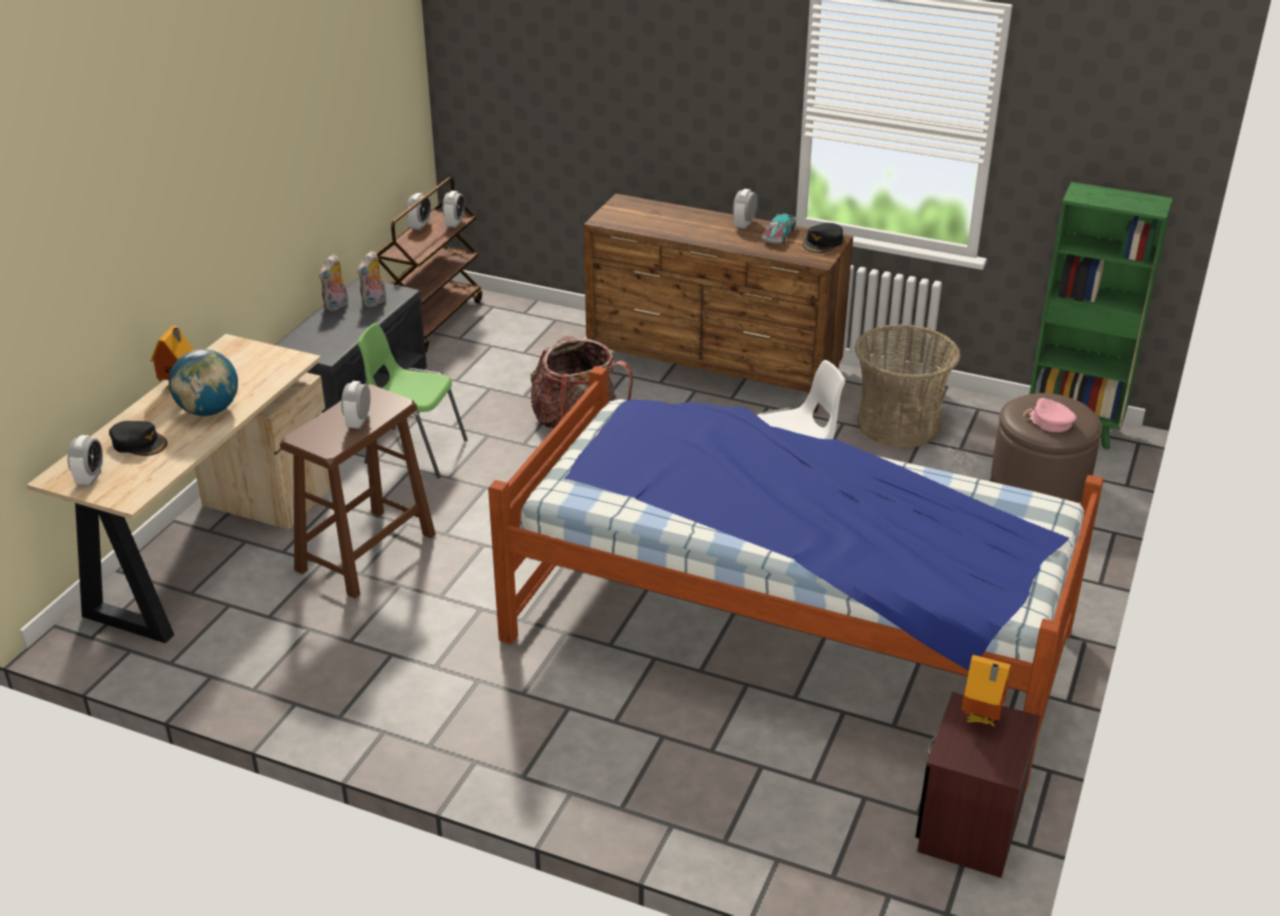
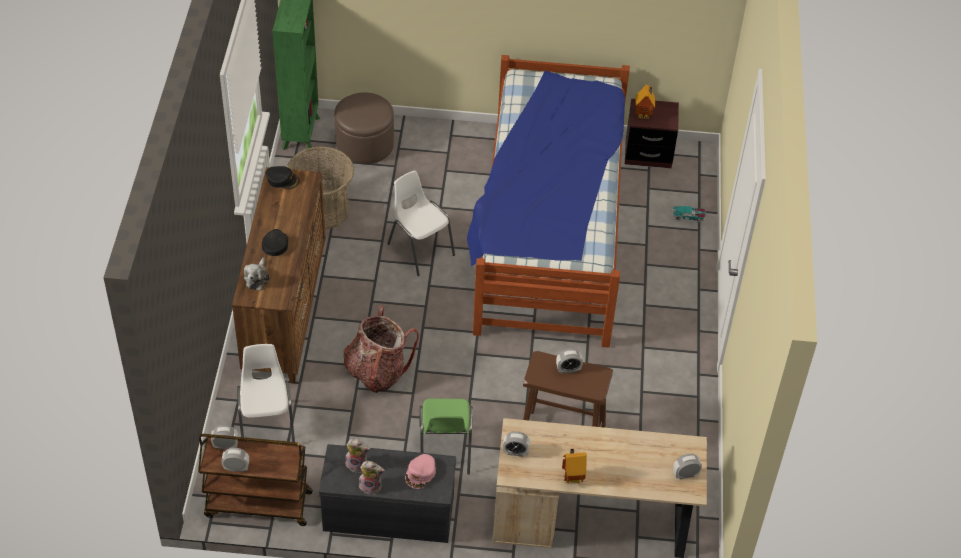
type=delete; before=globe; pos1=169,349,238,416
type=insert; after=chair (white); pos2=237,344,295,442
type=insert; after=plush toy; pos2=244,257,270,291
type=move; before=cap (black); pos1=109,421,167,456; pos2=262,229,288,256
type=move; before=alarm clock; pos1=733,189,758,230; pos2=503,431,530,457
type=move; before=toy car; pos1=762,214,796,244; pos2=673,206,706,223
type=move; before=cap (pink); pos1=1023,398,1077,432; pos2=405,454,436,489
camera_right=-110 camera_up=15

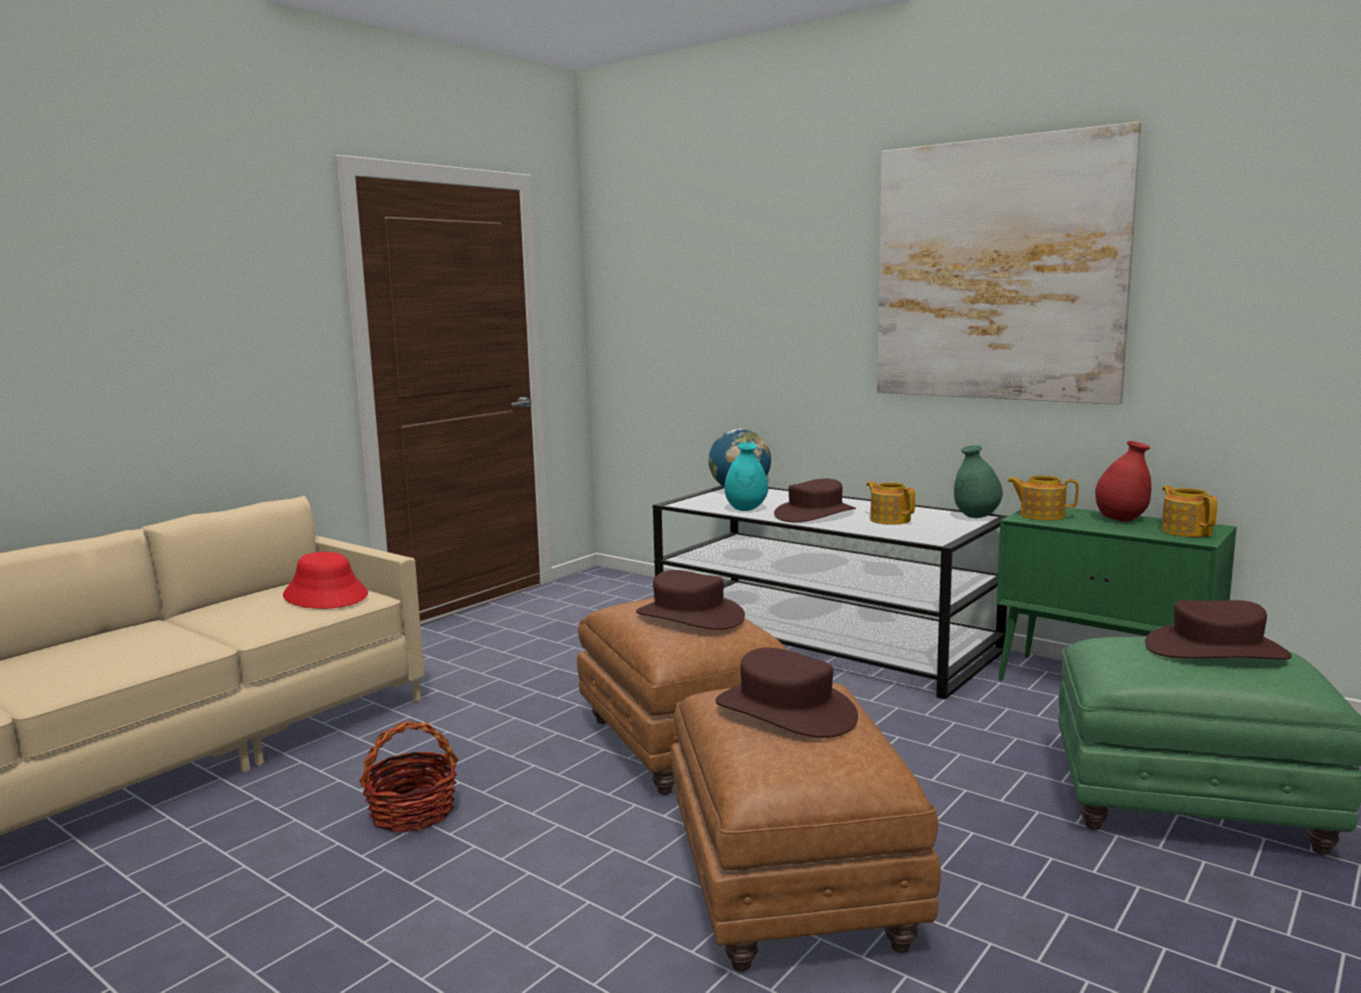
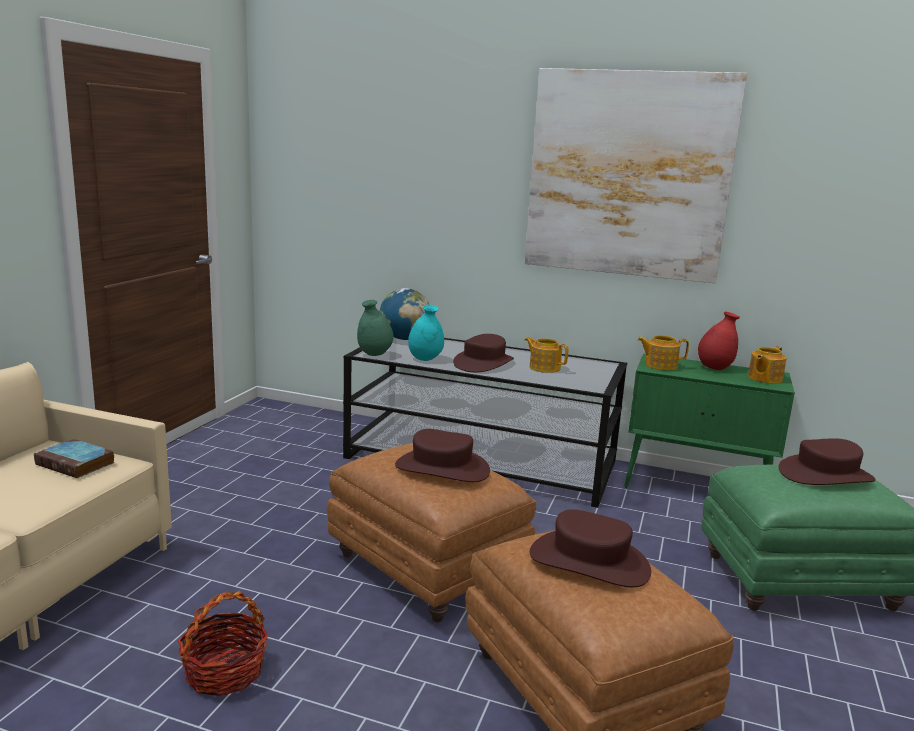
type=move; before=vase (green); pos1=954,445,1003,518; pos2=357,300,394,356
type=replace; before=hat (red); after=book; pos1=283,552,368,609; pos2=34,439,115,478
type=rotate; before=teapot; pos1=1161,486,1218,537; pos2=748,346,787,384; turn=-105
camera_right=-20 camera_up=5

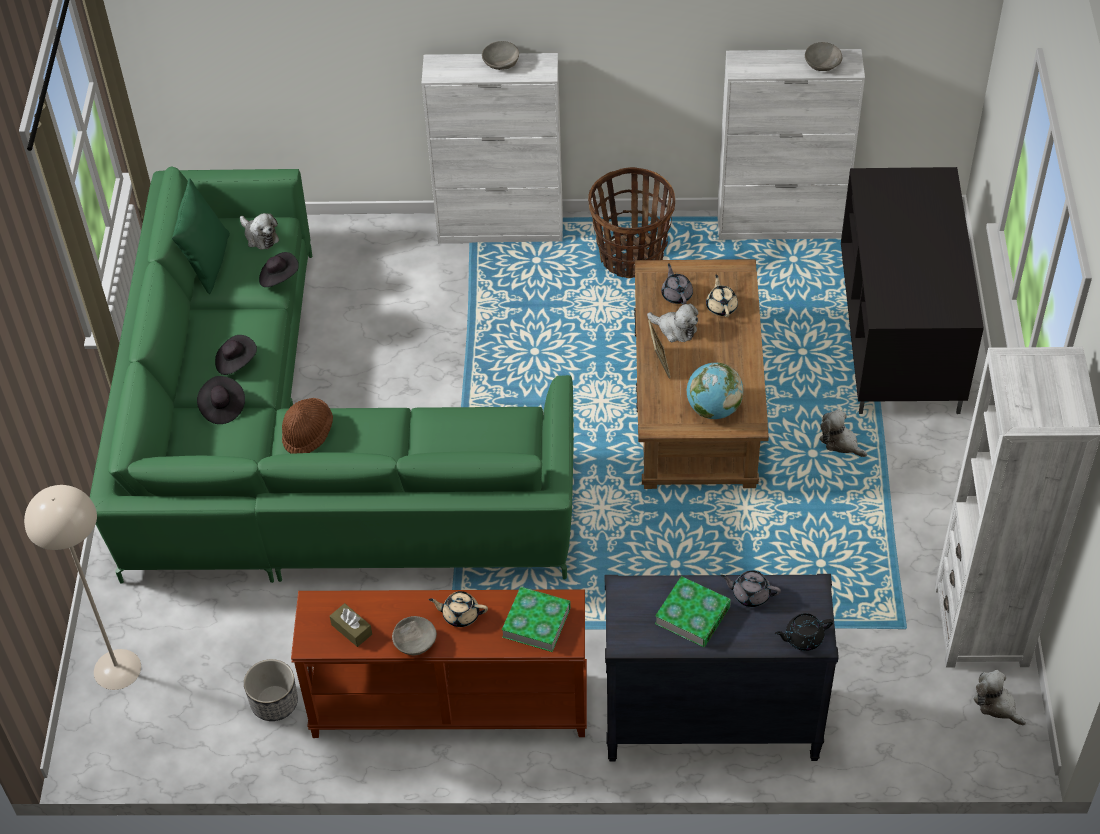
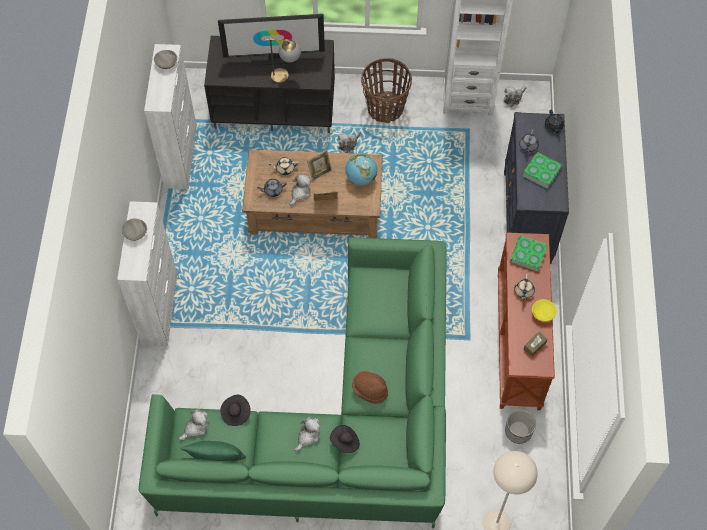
type=insert; after=television; pos2=218,14,325,66
type=insert; after=table lamp; pos2=265,38,301,84
type=insert; after=picture frame; pos2=307,150,332,181
type=move; before=basket; pos1=588,167,675,278; pos2=361,58,412,123
type=replace; before=hat (black); after=plush toy; pos1=215,335,257,375; pos2=295,417,321,451
type=recolor; before=bowl (grey); after=bowl (yellow); pos1=392,616,437,655; pos2=532,299,557,322
camera_right=-90 camera_up=10

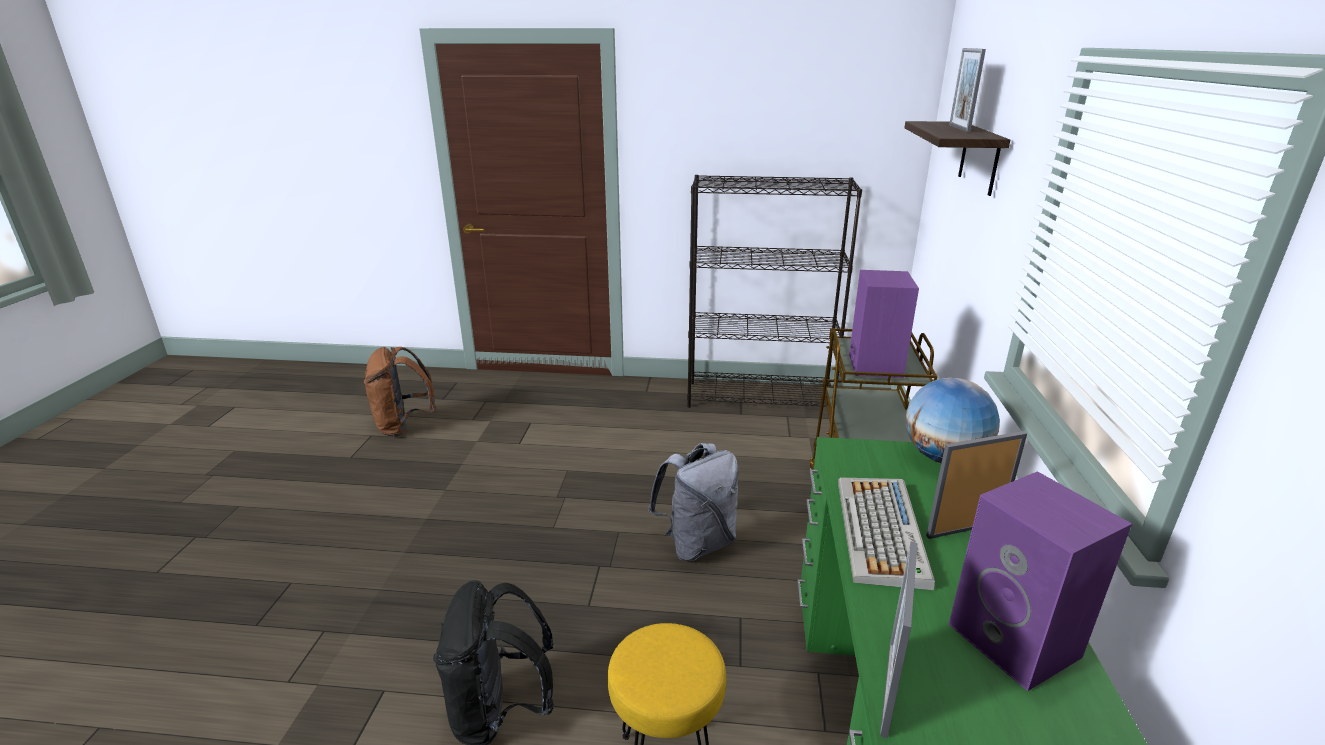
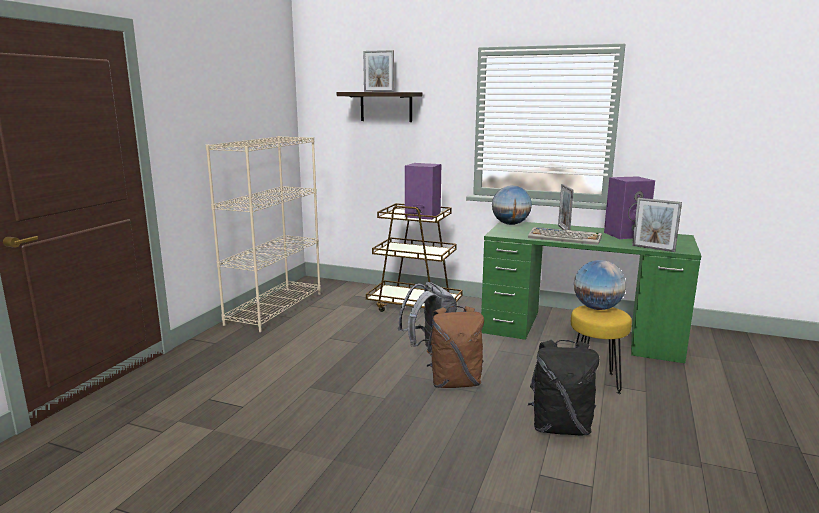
type=insert; after=globe; pos2=574,260,626,310
type=move; before=backpack (brown); pos1=364,347,436,437; pos2=427,306,484,388
type=recolor; before=bookcase (black); after=bookcase (beige); pos1=687,175,862,407; pos2=206,136,321,332
camera_right=-75 camera_up=-10

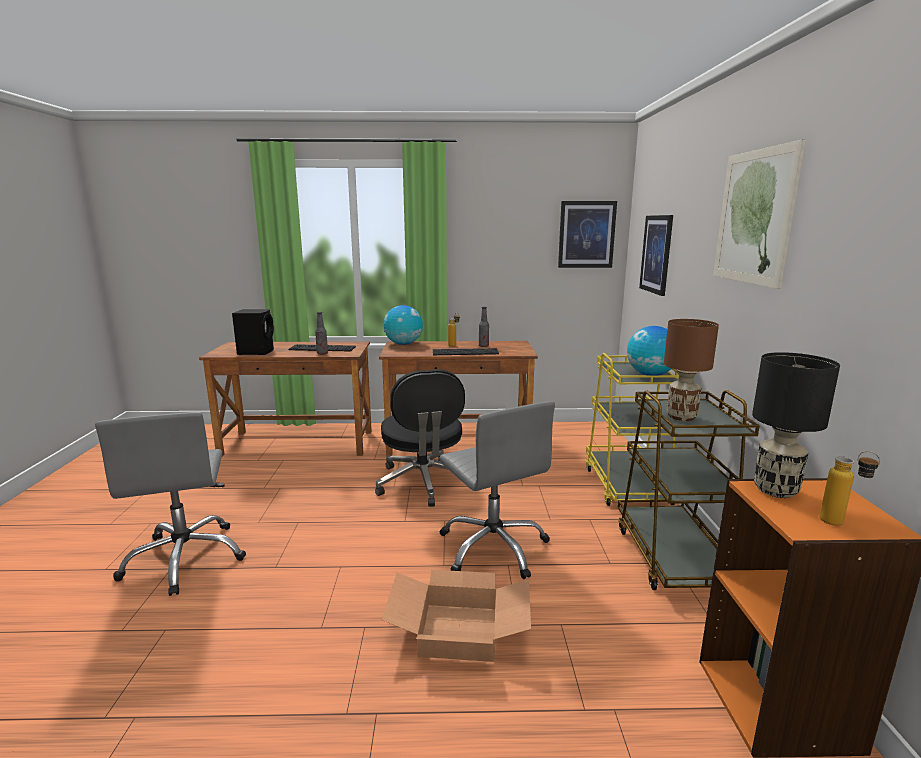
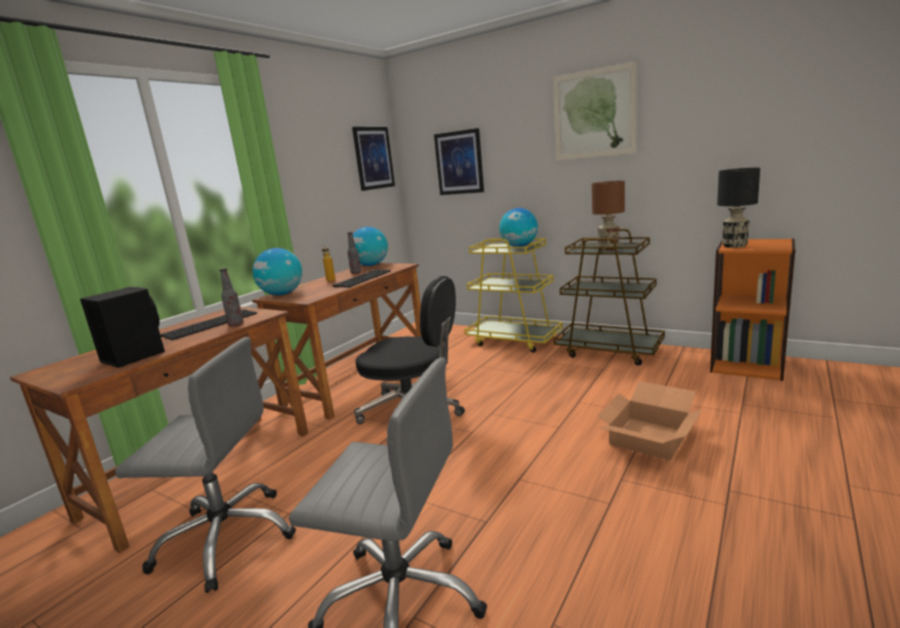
type=delete; before=bottle; pos1=820,451,880,526
type=insert; after=globe; pos2=353,227,388,266
type=move; before=office chair (grey); pos1=440,401,555,579; pos2=115,337,296,593
camera_right=-55 camera_up=0

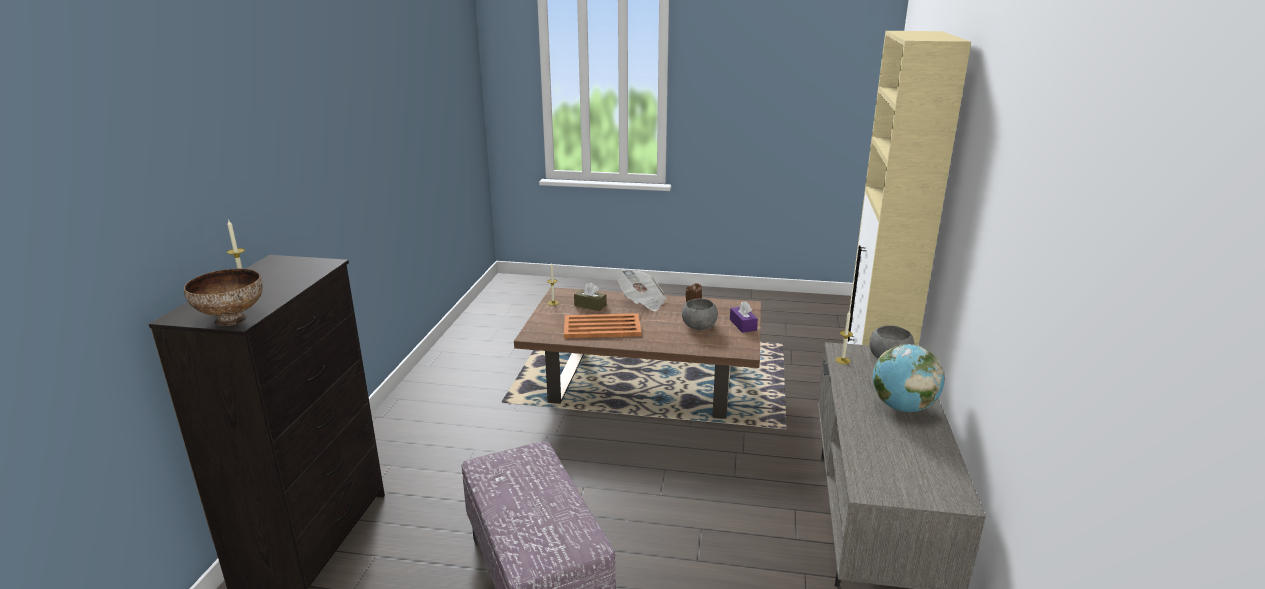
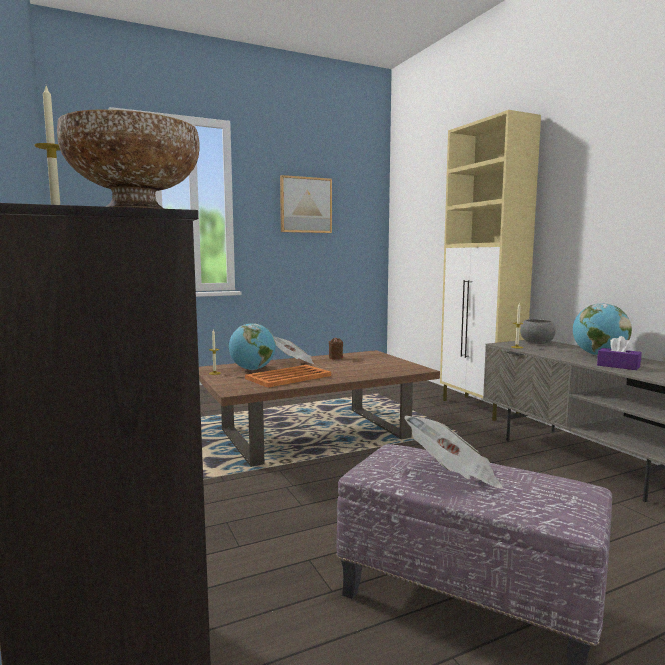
type=delete; before=bowl (grey); pos1=682,299,718,330
type=insert; after=picture; pos2=280,175,332,233
type=insert; after=newspaper; pos2=404,415,503,489
type=move; before=tissue box (purple); pos1=730,301,758,333; pos2=597,336,642,370
type=replace; before=tissue box (brown); after=globe; pos1=574,282,607,311; pos2=229,323,276,370
camera_right=-35 camera_up=-15

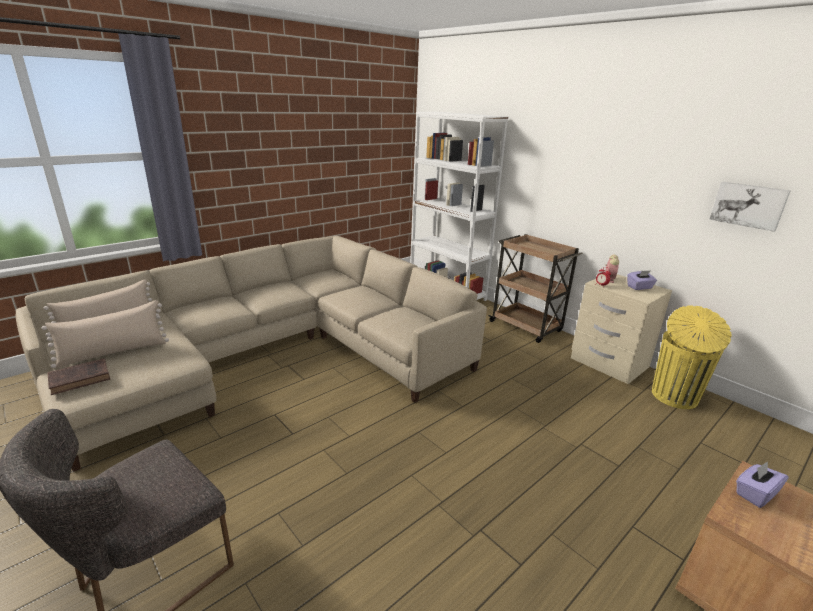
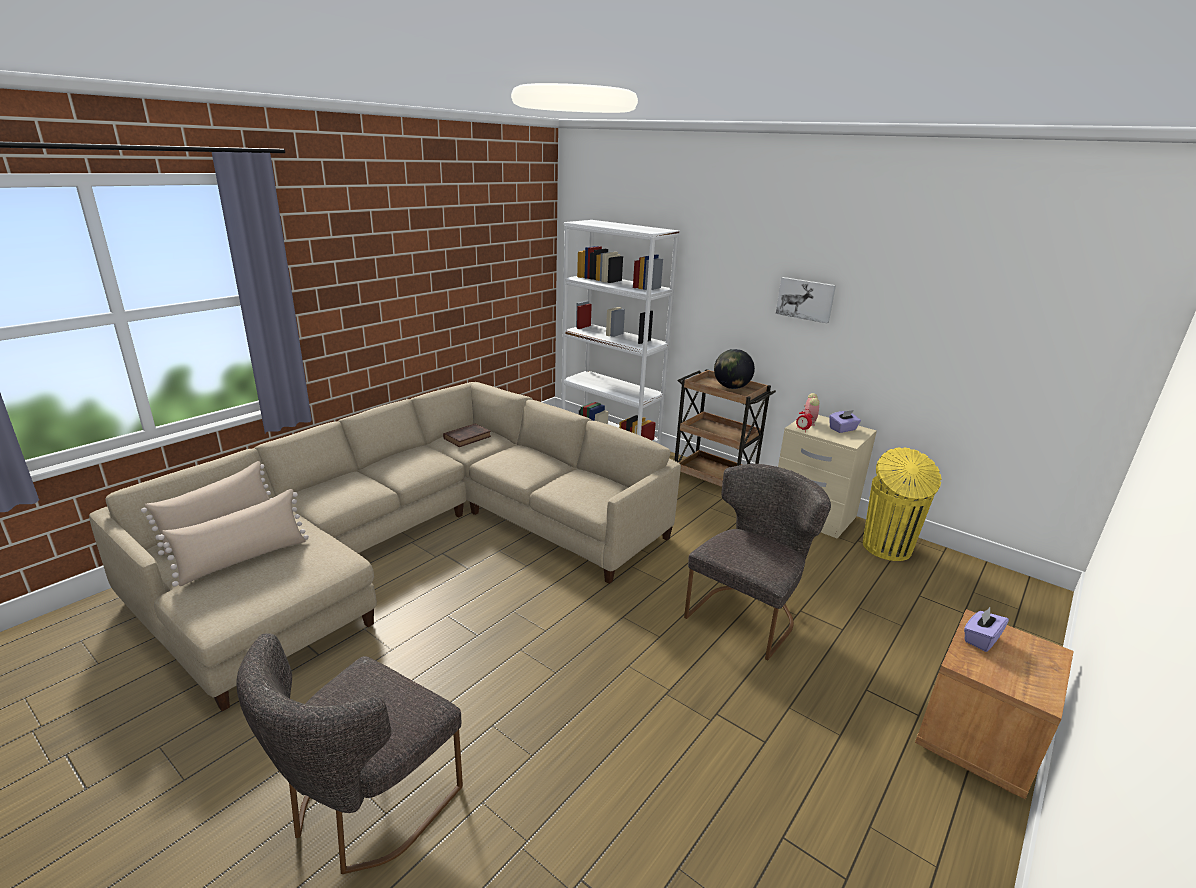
type=insert; after=chair (grey); pos2=684,464,831,660
type=insert; after=globe; pos2=714,349,755,389
type=move; before=book (brown); pos1=47,358,110,395; pos2=443,423,491,447
type=move; before=picture; pos1=709,182,790,232; pos2=776,277,836,323
camera_right=-10 camera_up=0

